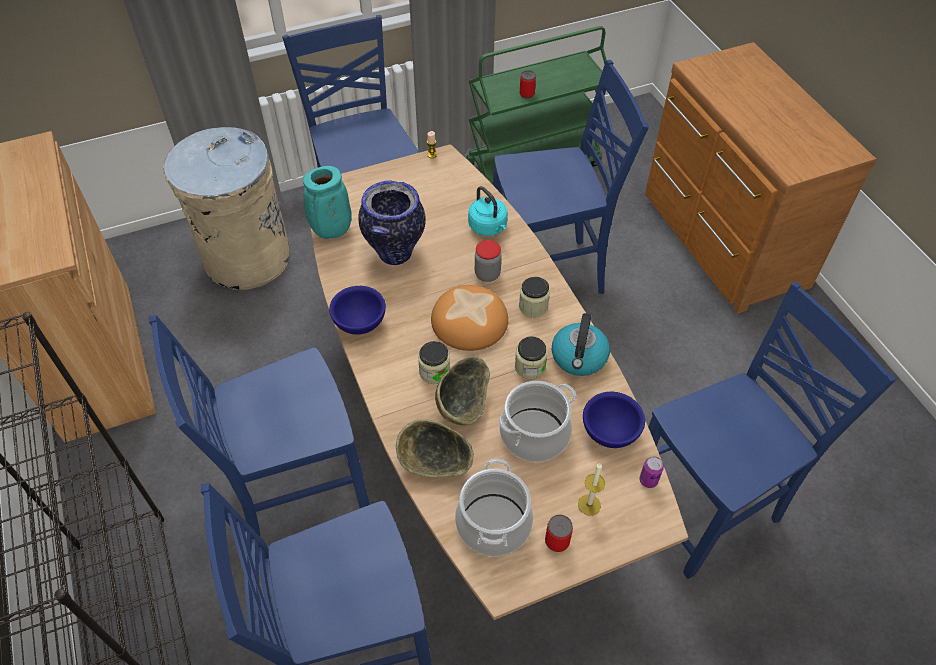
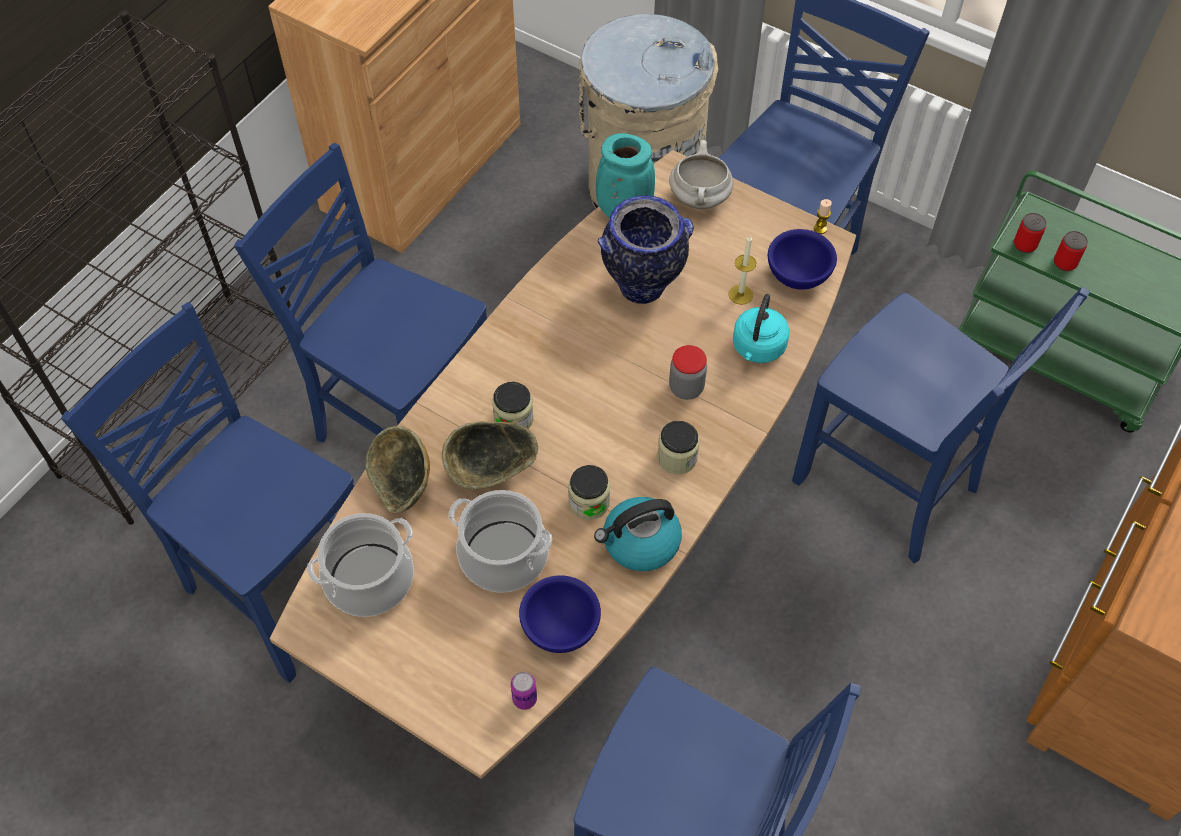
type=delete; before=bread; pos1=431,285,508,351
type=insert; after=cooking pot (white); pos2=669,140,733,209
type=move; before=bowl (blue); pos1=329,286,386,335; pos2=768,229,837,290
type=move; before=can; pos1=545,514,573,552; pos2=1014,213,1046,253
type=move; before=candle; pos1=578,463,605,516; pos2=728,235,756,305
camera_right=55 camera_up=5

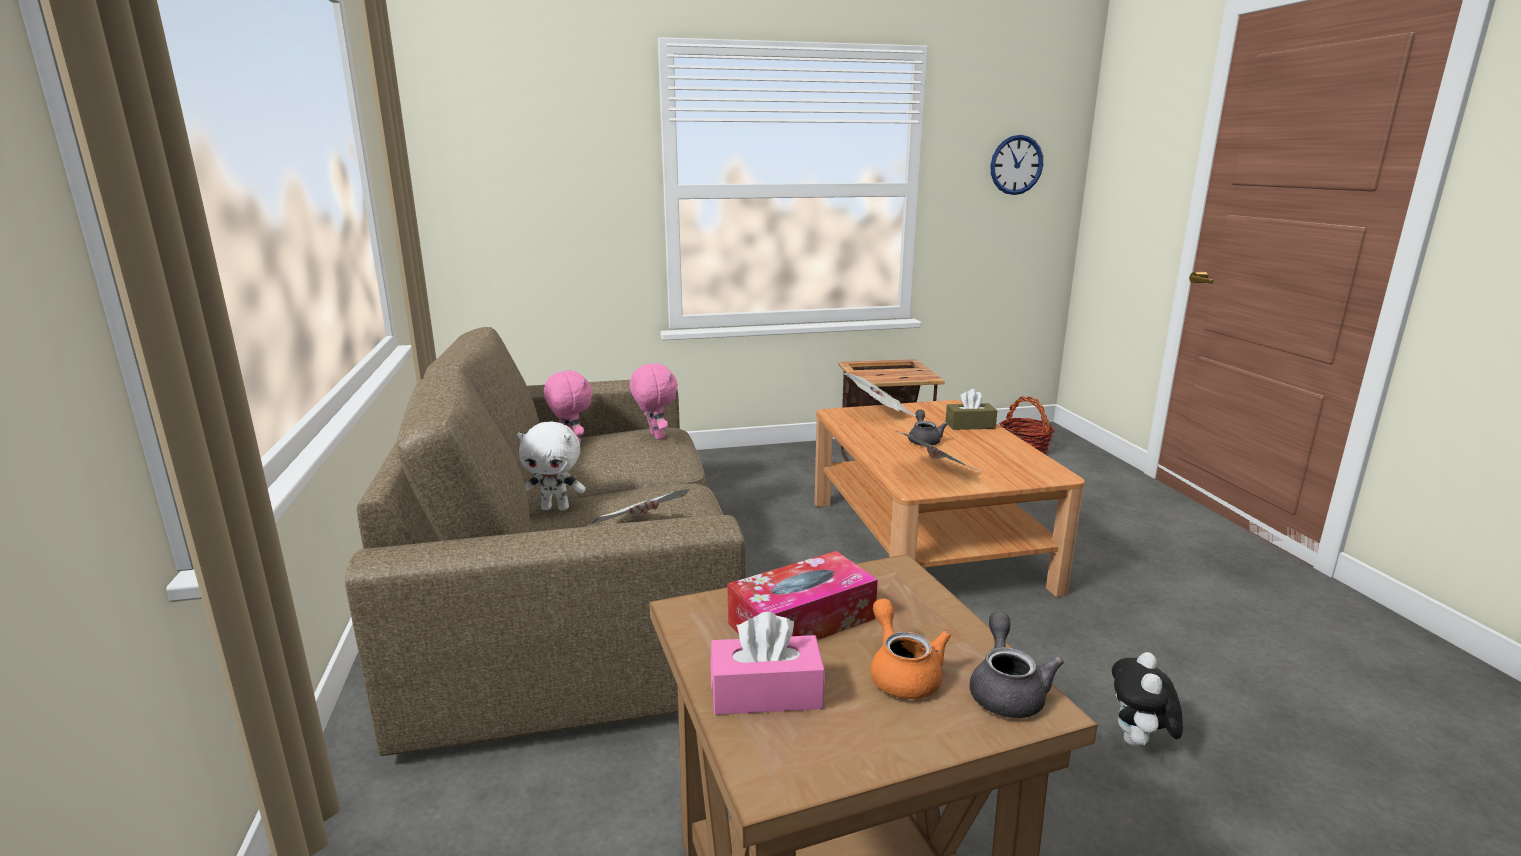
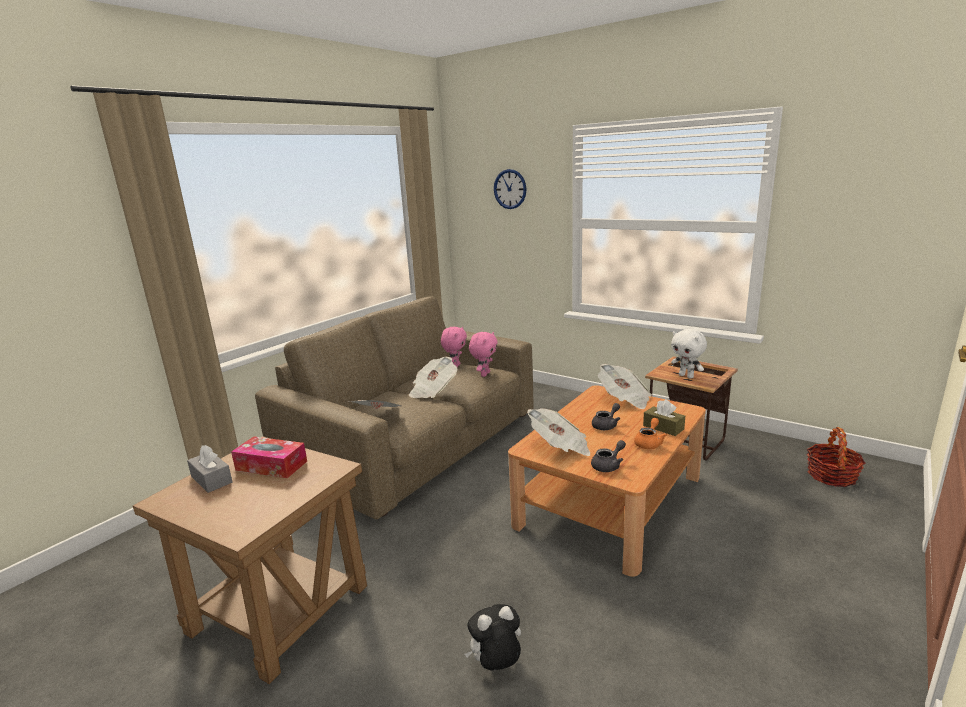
type=insert; after=newspaper; pos2=409,357,457,398
type=move; before=plush toy (white); pos1=517,421,586,510; pos2=671,329,707,378
type=move; before=teapot (orange); pos1=870,598,951,699; pos2=634,418,667,449
type=move; before=teapot (grey); pos1=970,612,1064,718; pos2=591,440,626,472
type=move; before=wall clock; pos1=990,135,1043,195; pos2=494,169,526,209
type=recolor; before=tissue box (pink); after=tissue box (grey); pos1=710,611,825,715; pos2=187,445,232,493
camera_right=50 camera_up=0

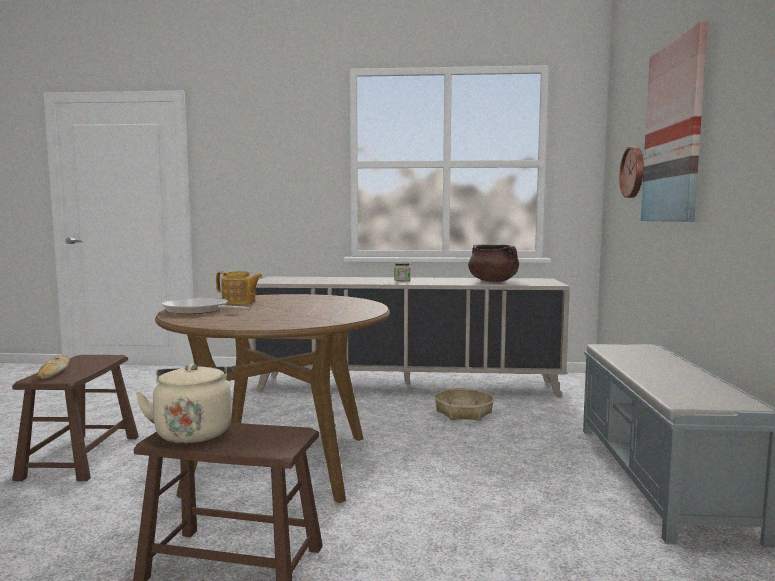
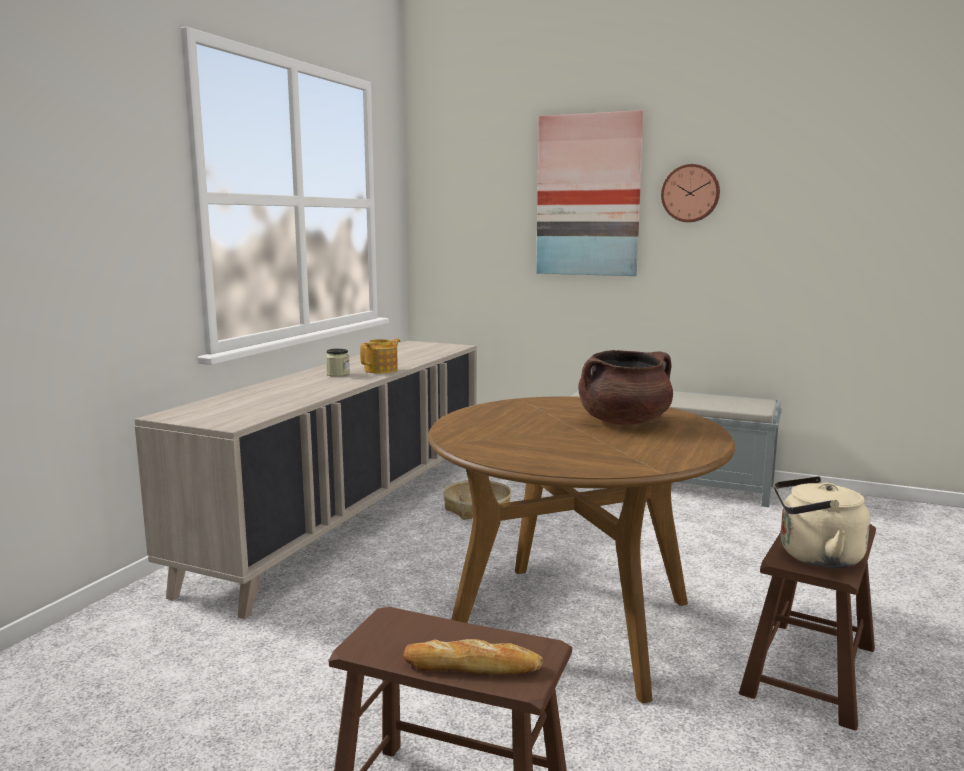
type=delete; before=frying pan; pos1=162,298,251,314
type=move; before=teapot; pos1=216,271,263,304; pos2=360,338,400,373
type=move; before=cooking pot (brown); pos1=468,244,519,282; pos2=578,350,673,425
type=move; before=wall clock; pos1=619,146,644,198; pos2=661,164,720,222
camera_right=-70 camera_up=5

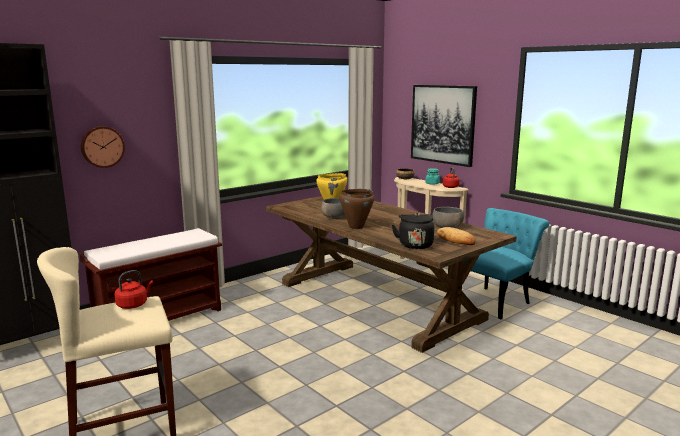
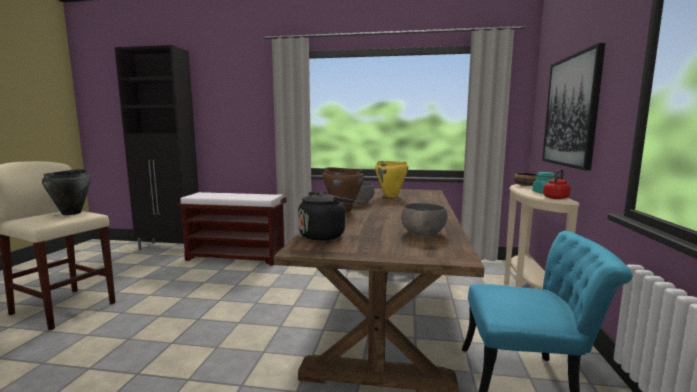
type=delete; before=wall clock; pos1=81,126,125,168
type=delete; before=bread; pos1=437,227,475,245
type=replace; before=kettle (red); after=cooking pot (black); pos1=115,270,153,309; pos2=42,169,91,215
camera_right=50 camera_up=-5

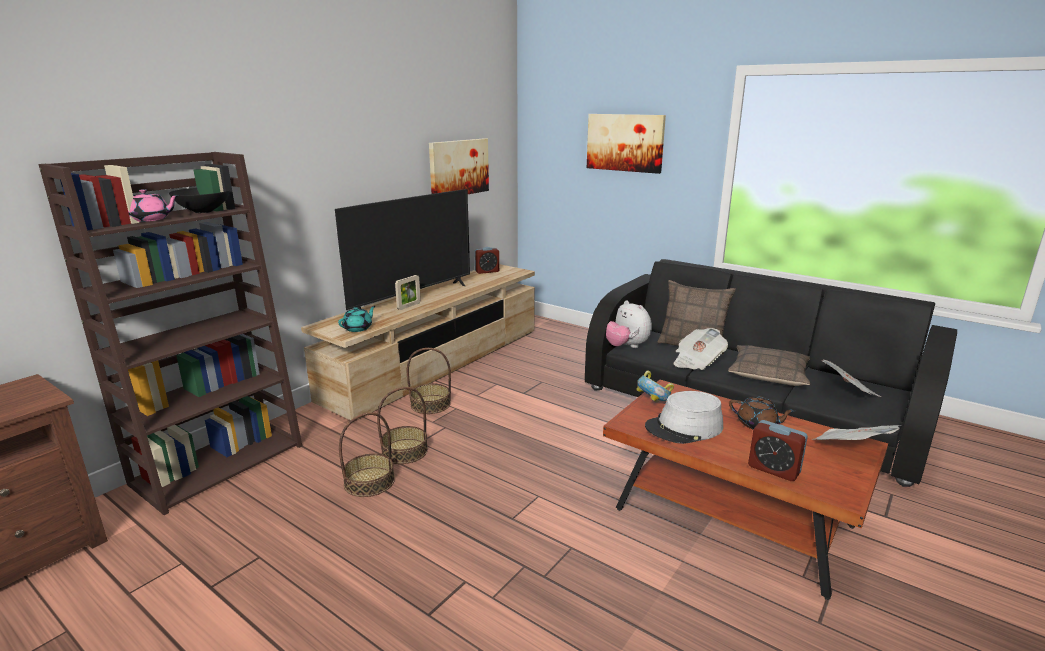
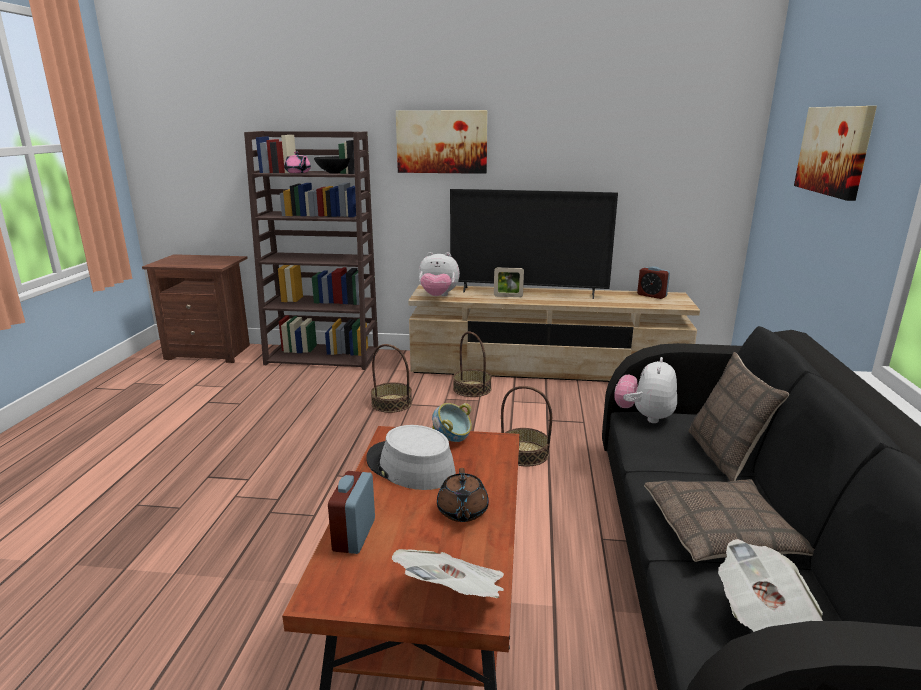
type=delete; before=newspaper; pos1=674,328,728,370
type=move; before=basket; pos1=339,412,395,497; pos2=501,386,552,467
type=move; before=picture; pos1=429,138,489,194; pos2=396,110,488,174
type=replace; before=teapot (turquoise); after=plush toy; pos1=338,306,375,332; pos2=419,252,460,296
camera_right=60 camera_up=0

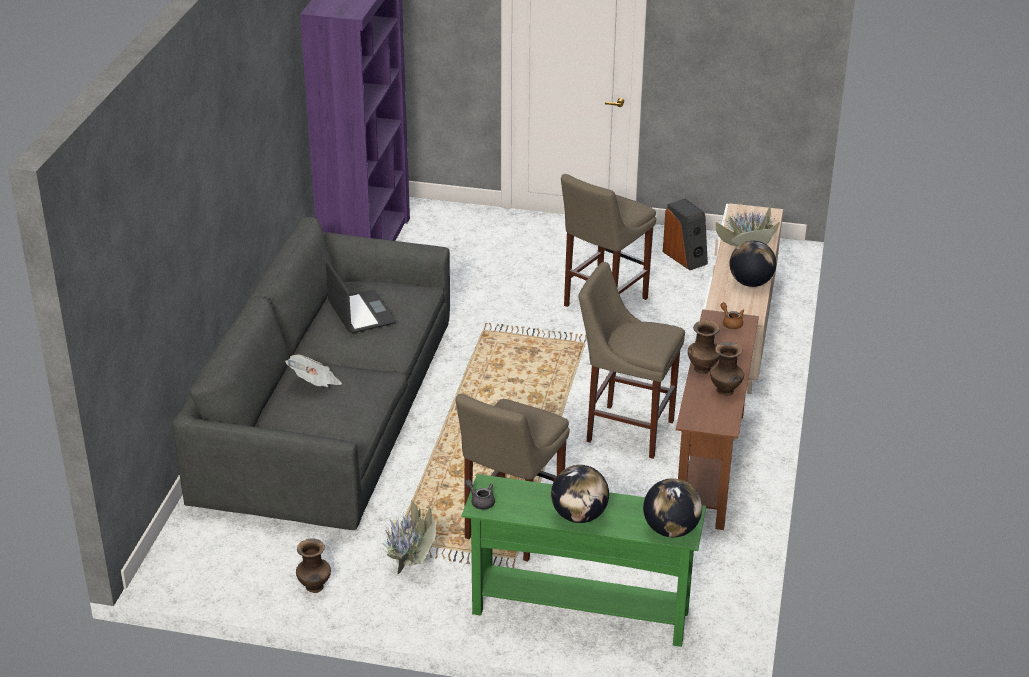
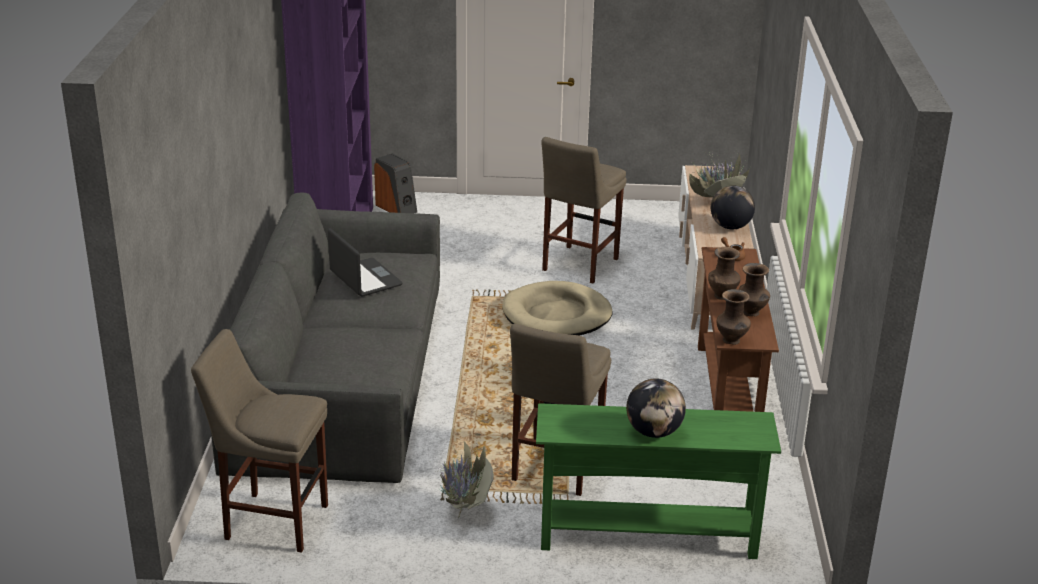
type=delete; before=newspaper; pos1=285,355,342,387
type=delete; before=teapot (grey); pos1=465,479,495,510
type=delete; before=globe; pos1=643,478,702,537
type=insert; after=dog bed (beige); pos2=502,281,612,335
type=move; before=vase (brown); pos1=296,538,331,593; pos2=717,289,751,345
type=move; before=stool (beige); pos1=578,262,685,459; pos2=191,329,328,552
type=move; before=speaker; pos1=663,198,708,270; pos2=374,154,417,213
camera_right=-10 camera_up=-5

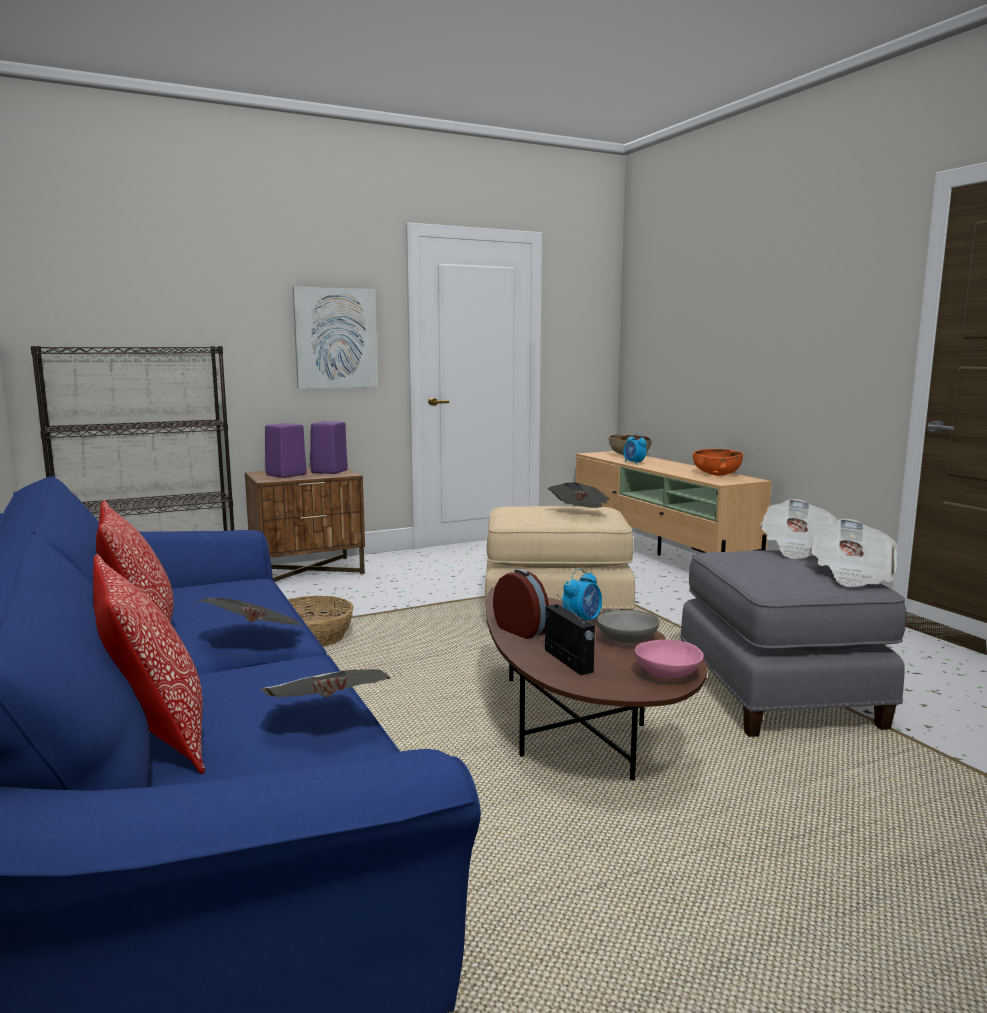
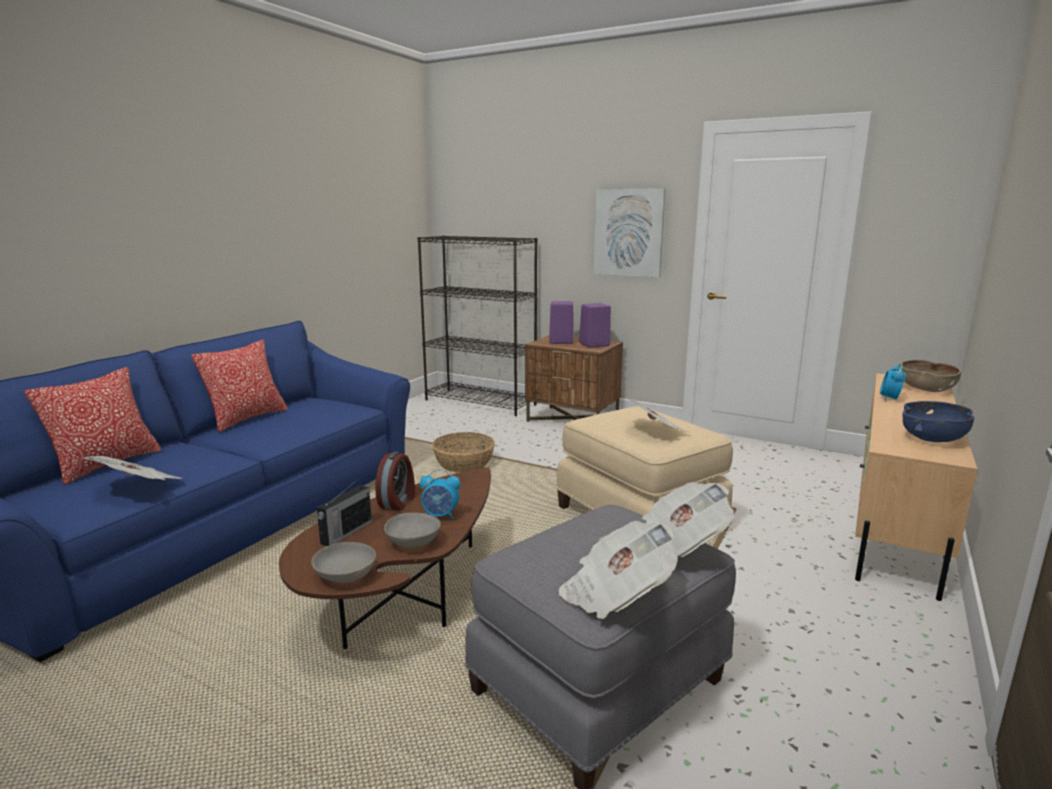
type=delete; before=newspaper; pos1=196,598,303,625
type=recolor; before=bowl (pink); after=bowl (grey); pos1=634,640,704,679; pos2=311,542,376,583
type=recolor; before=bowl (orange); after=bowl (blue); pos1=693,449,743,476; pos2=903,401,974,442
camera_right=55 camera_up=5

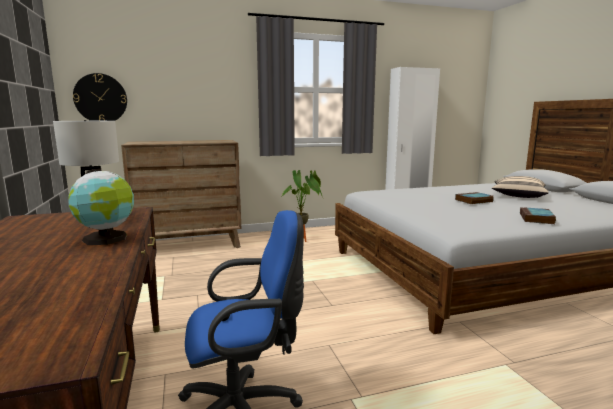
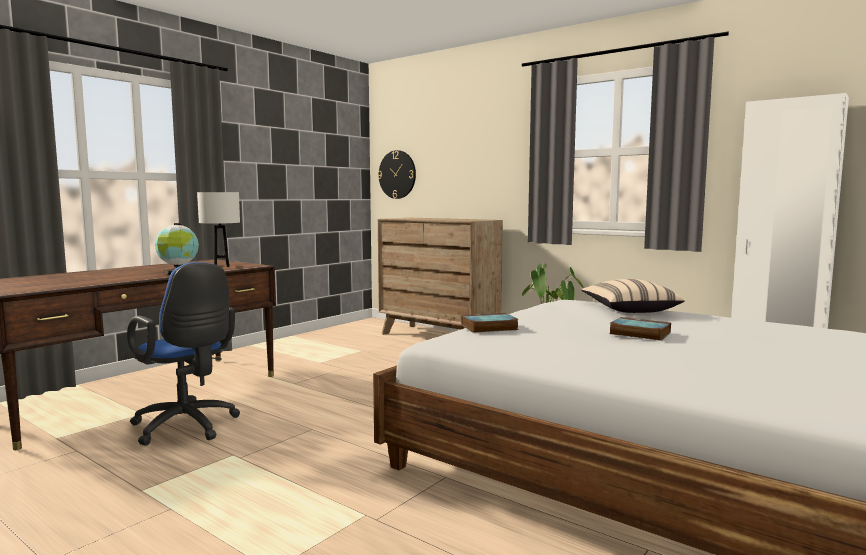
type=move; before=pillow (beige); pos1=492,176,549,198; pos2=581,279,685,313
type=move; before=book; pos1=520,207,556,224; pos2=461,313,519,333
camera_right=55 camera_up=-5

